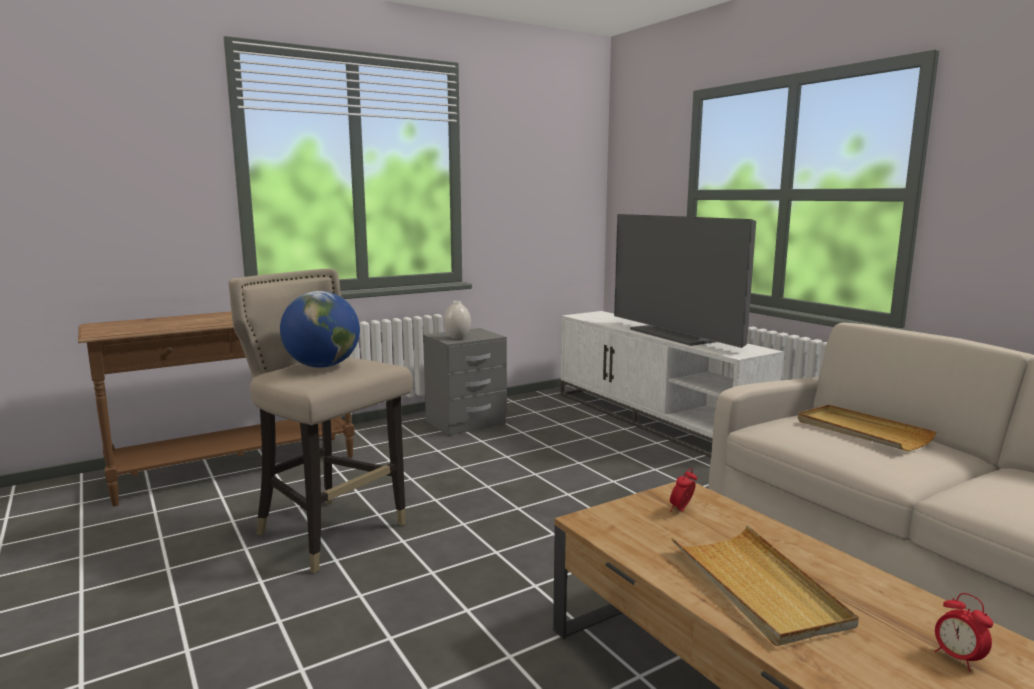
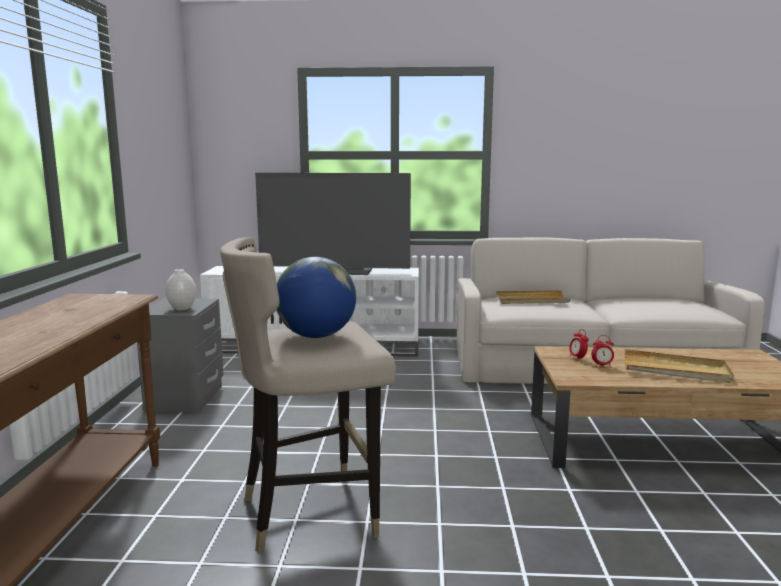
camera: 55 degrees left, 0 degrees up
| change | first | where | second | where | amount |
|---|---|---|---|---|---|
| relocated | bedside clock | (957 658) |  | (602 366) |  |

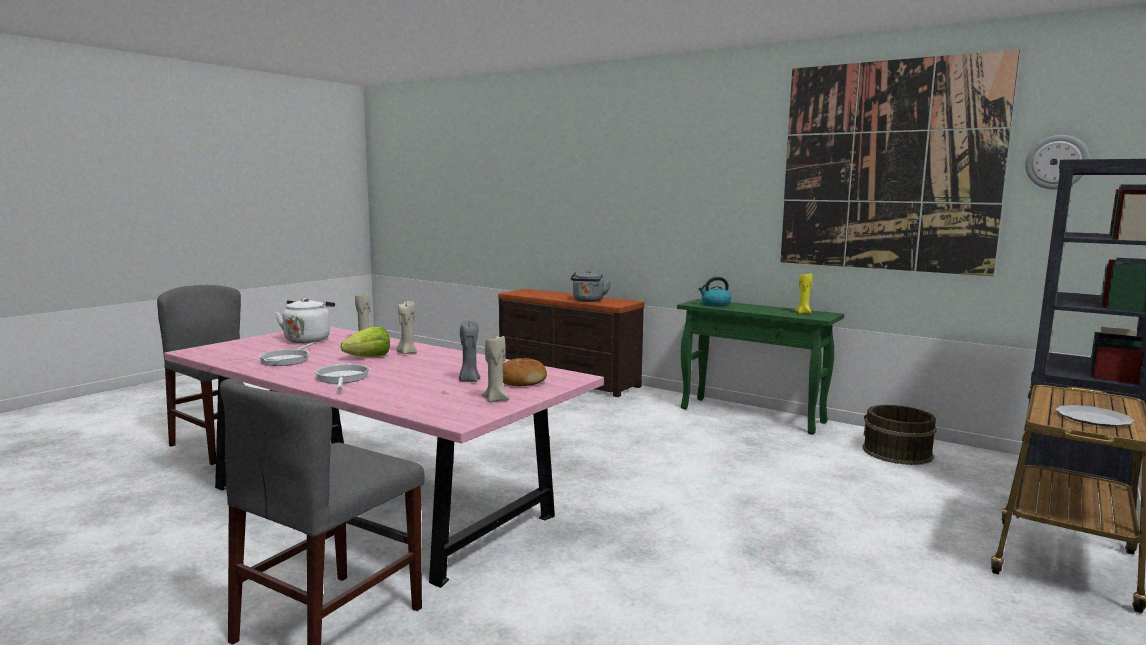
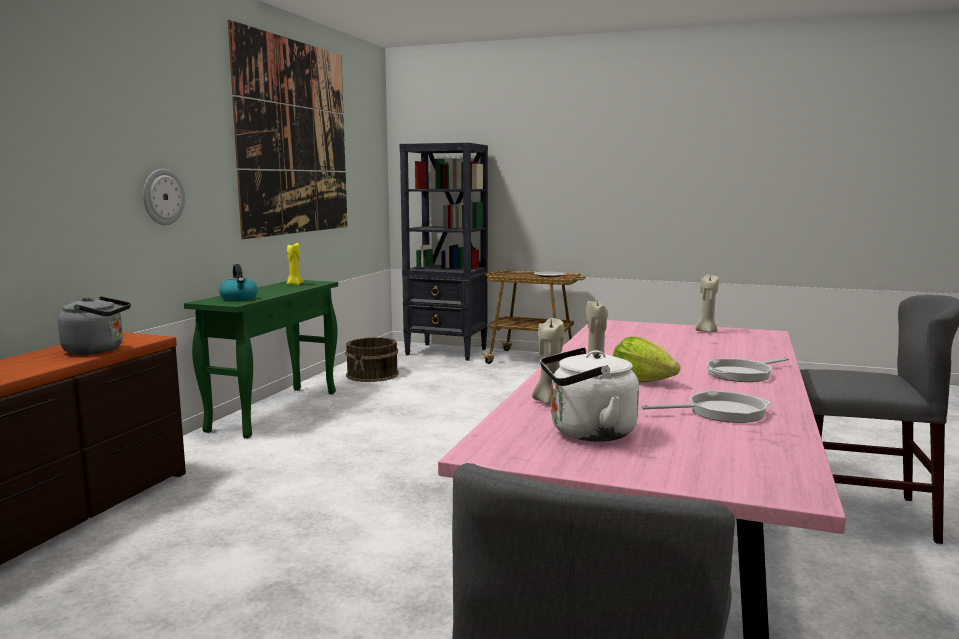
camera: 105 degrees left, 0 degrees up
| change | first | where | second | where | amount |
|---|---|---|---|---|---|
| missing | grey candle | (469 380) |  |  |  |
| missing | bakery bread | (522 381) |  |  |  |
| relocated | wall clock | (1056 162) |  | (162 197) |  |

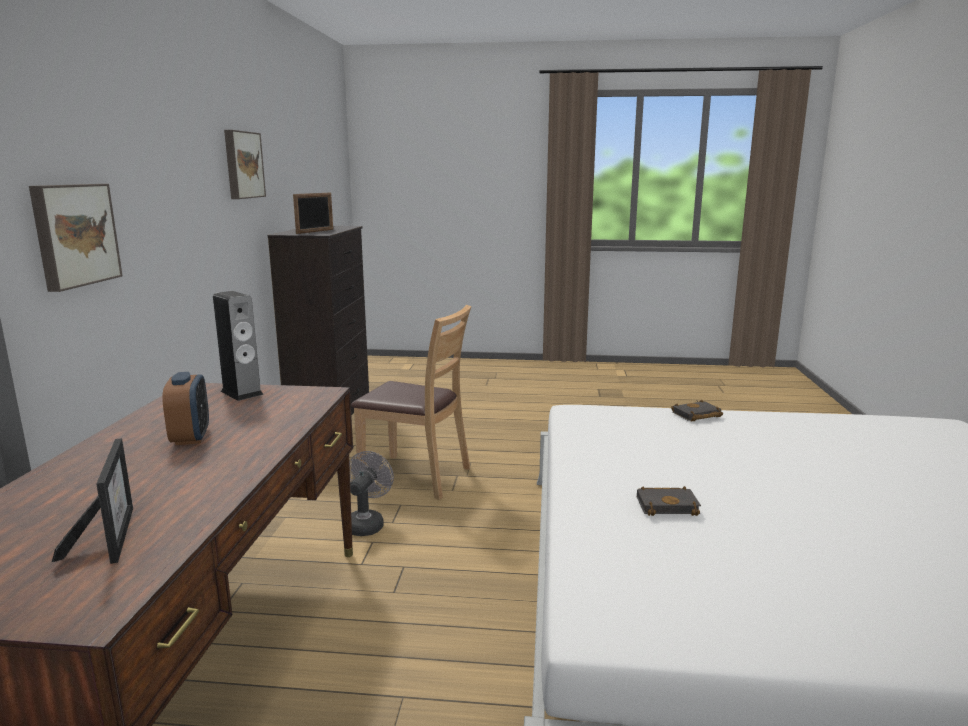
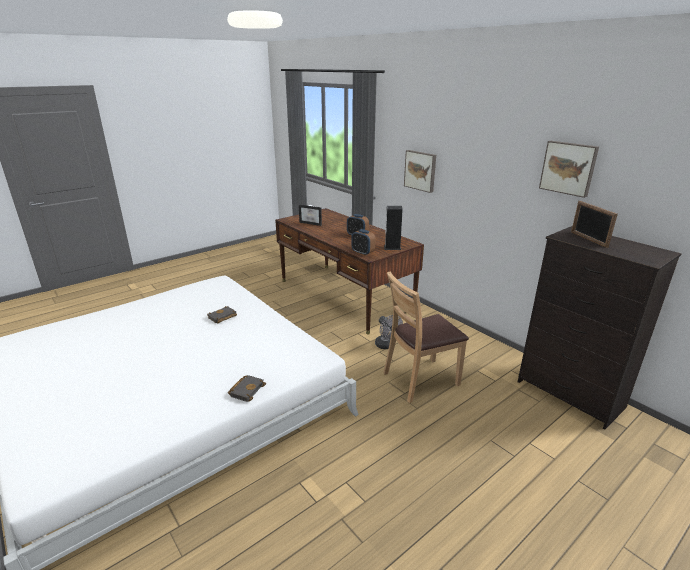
camera: 135 degrees right, 10 degrees up
| change | first | where | second | where | amount |
|---|---|---|---|---|---|
| appeared |  |  | bedside clock | (362 253) |  |

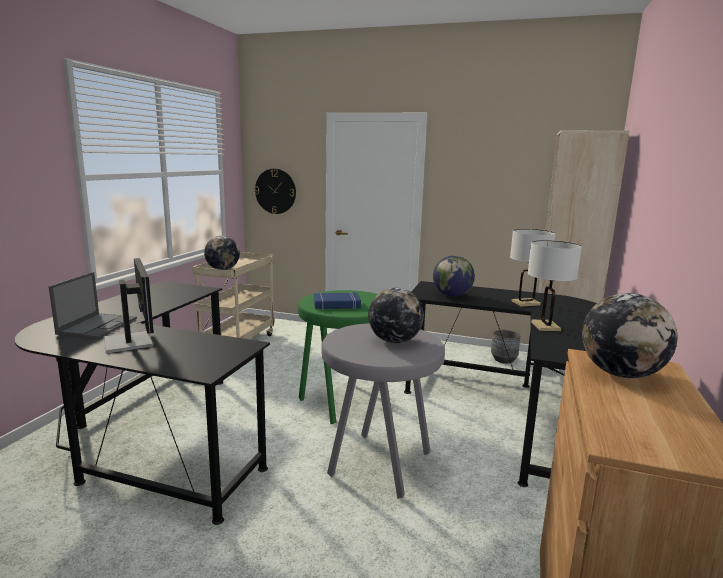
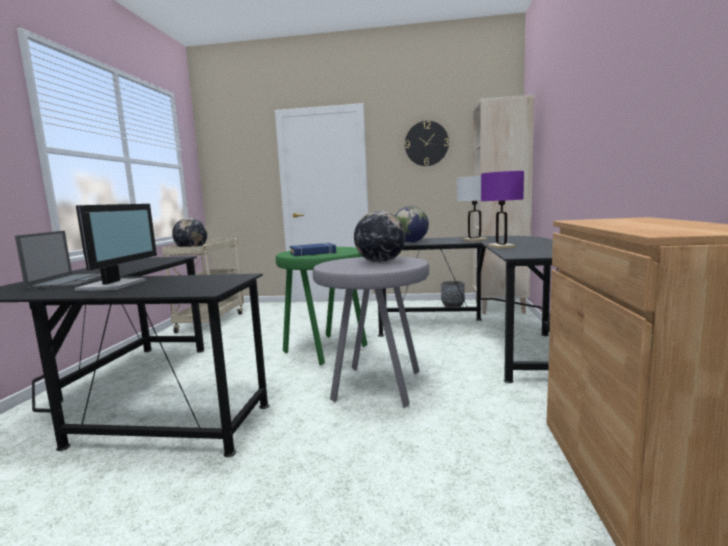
camera: 10 degrees left, 5 degrees down
| change | first | where | second | where | amount |
|---|---|---|---|---|---|
| spun | computer screen | (131 342) |  | (115 285) | 45 degrees clockwise |
| relocated | wall clock | (275 191) |  | (426 143) |  |
| colour | white-coloured table lamp | (545 326) | purple table lamp | (501 246) |  |
| missing | desk globe | (621 374) |  |  |  |

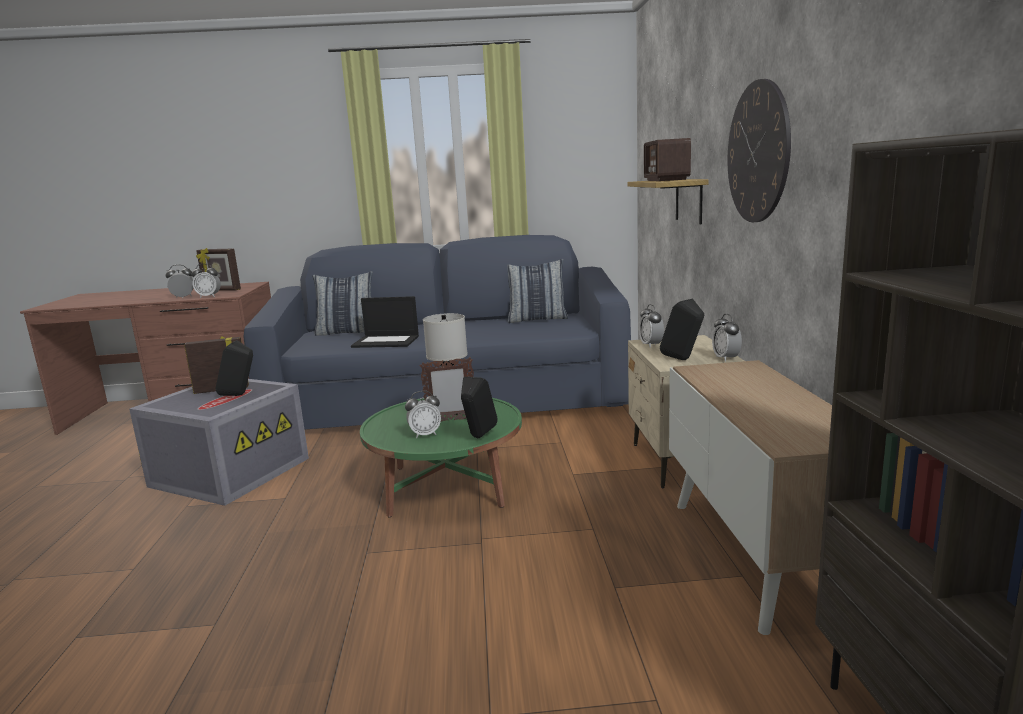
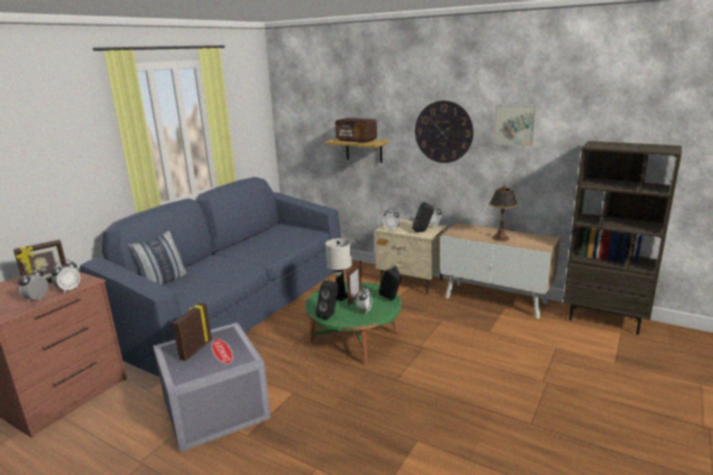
camera: 55 degrees left, 5 degrees up
| change | first | where | second | where | amount |
|---|---|---|---|---|---|
| relocated | black-coloured speaker | (240 395) |  | (329 315) |  |
| missing | notebook computer | (386 341) |  |  |  |
| missing | cushion | (537 319) |  |  |  |
| appeared |  |  | table lamp | (500 238) |  |
| appeared |  |  | picture | (515 125) |  |

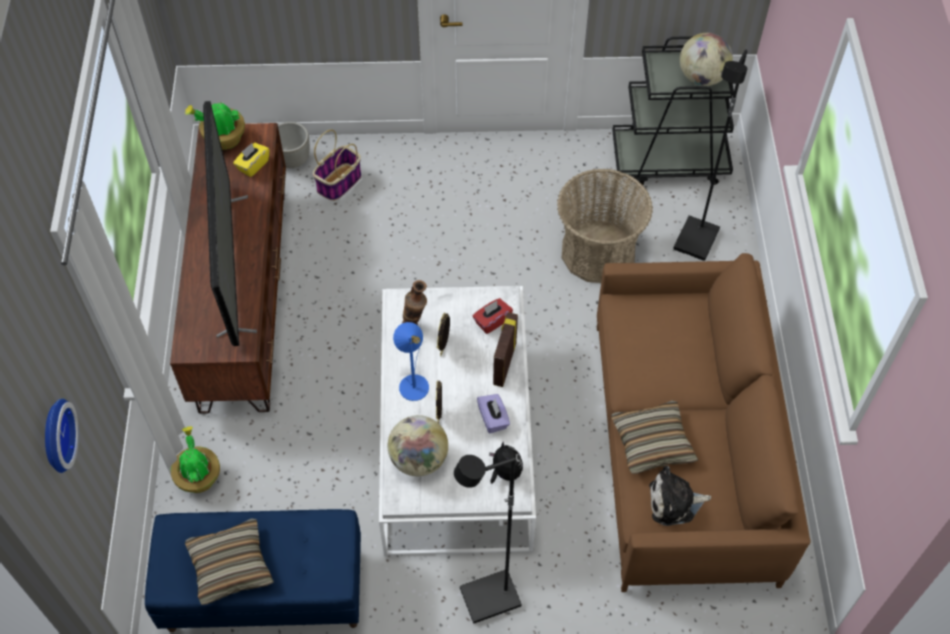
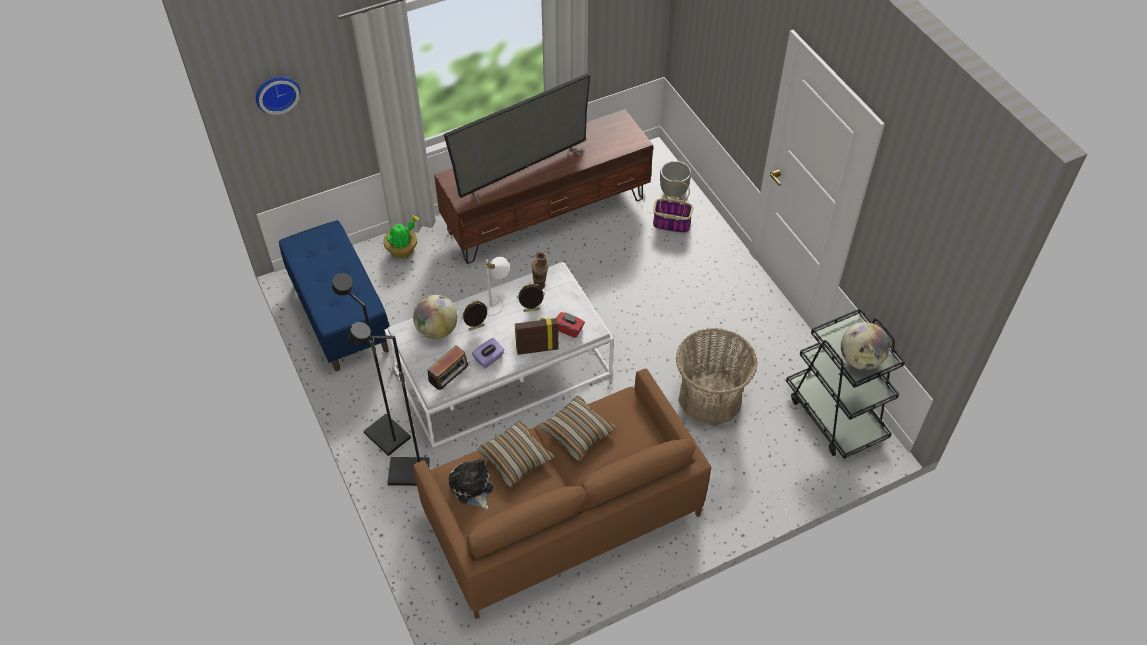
camera: 65 degrees right, 5 degrees down
| change | first | where | second | where | amount |
|---|---|---|---|---|---|
| missing | houseplant | (223 139) |  |  |  |
| relocated | cushion | (230 566) |  | (577 432) |  |
| missing | yellow box of tissues | (253 165) |  |  |  |
| colour | blue-coloured table lamp | (413 382) | white-coloured table lamp | (495 304) |  |
| exchanged | cuddly toy | (505 472) | radio | (450 380) |  |
| relocated | black-coloured standard lamp | (697 241) |  | (408 474) |  |

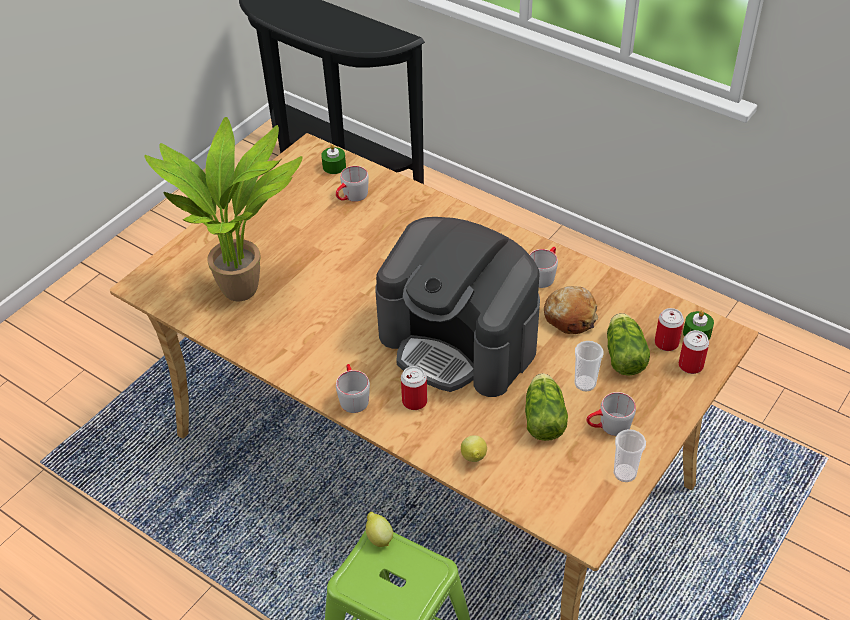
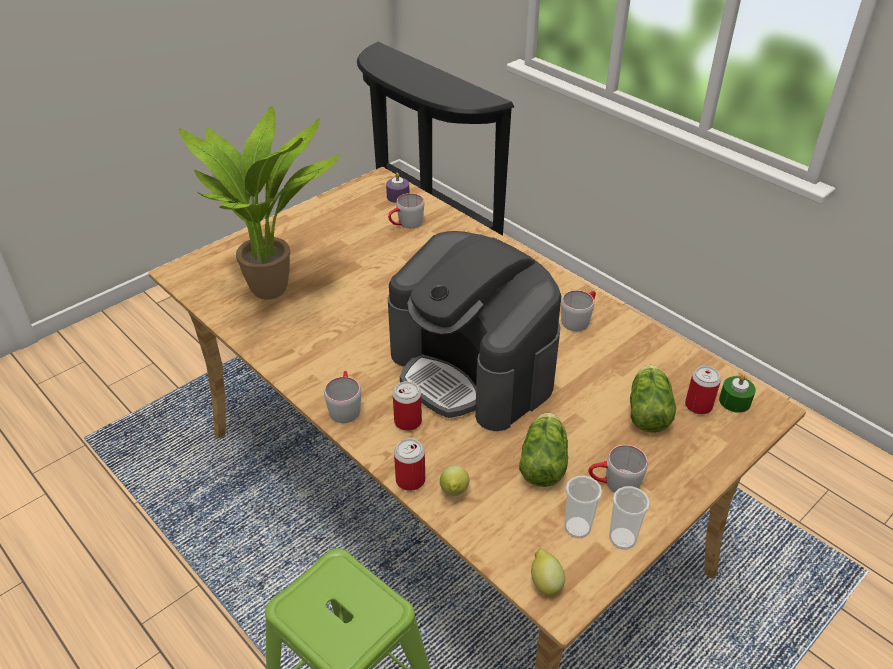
camera: 10 degrees right, 5 degrees down
| change | first | where | second | where | amount |
|---|---|---|---|---|---|
| colour | greenish candle | (334 166) | purple candle | (398 196) |  |
| relocated | citrus fruit | (378 537) |  | (545 583) |  |
| missing | bakery bread | (570 317) |  |  |  |
| relocated | drinking cup | (585 383) |  | (577 527) |  |
| relocated | can | (690 365) |  | (410 480) |  |

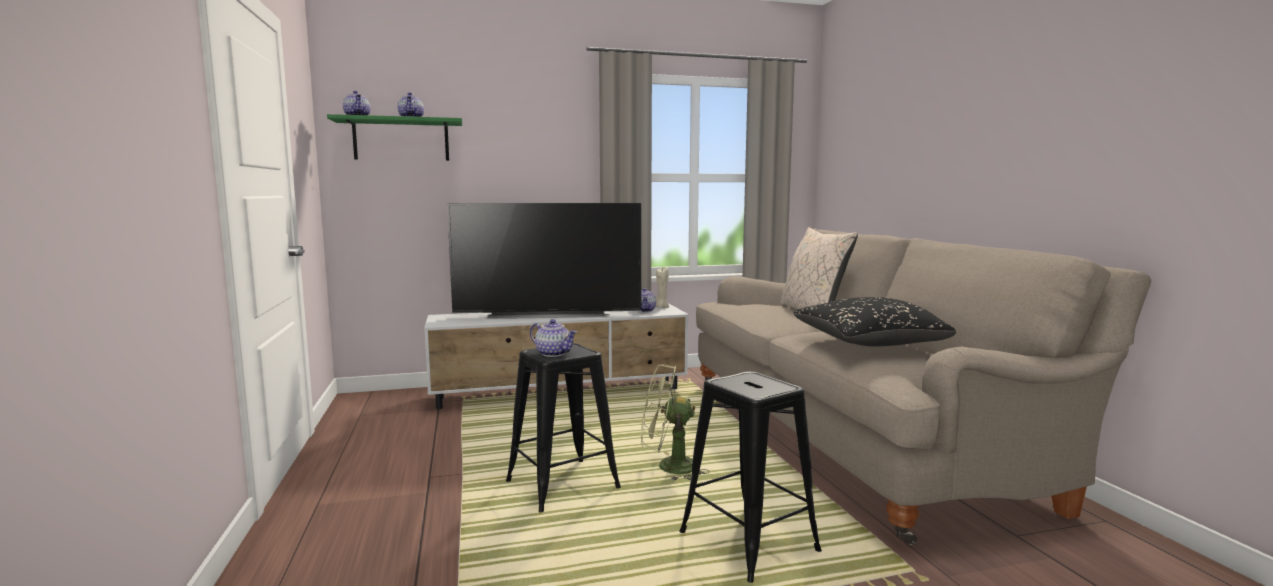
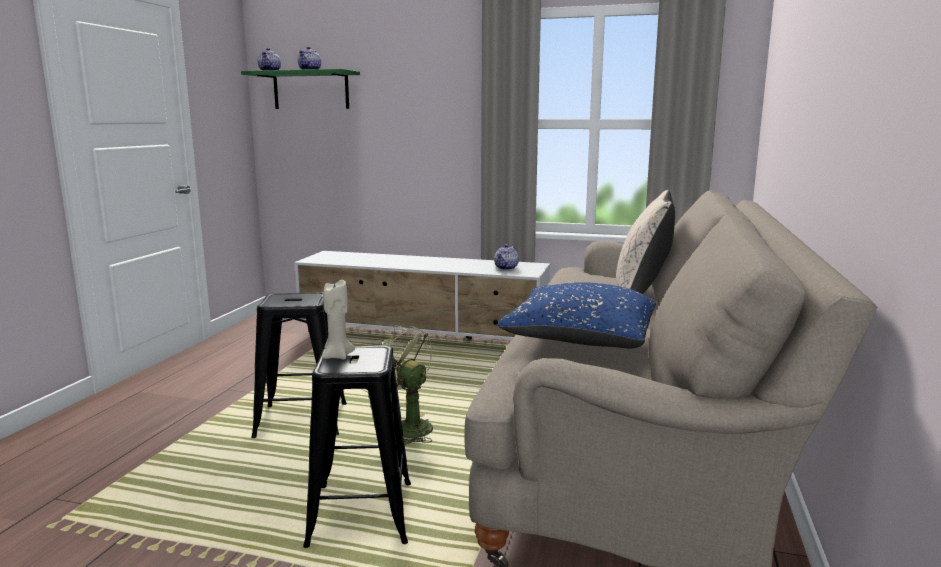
camera: 30 degrees right, 5 degrees up
| change | first | where | second | where | amount |
|---|---|---|---|---|---|
| missing | TV set | (548 314) |  |  |  |
| missing | pot for tea | (554 353) |  |  |  |
| relocated | beige-coloured candle | (661 307) |  | (337 356) |  |
| colour | black-coloured cushion | (868 345) | blue-coloured cushion | (580 340) |  |

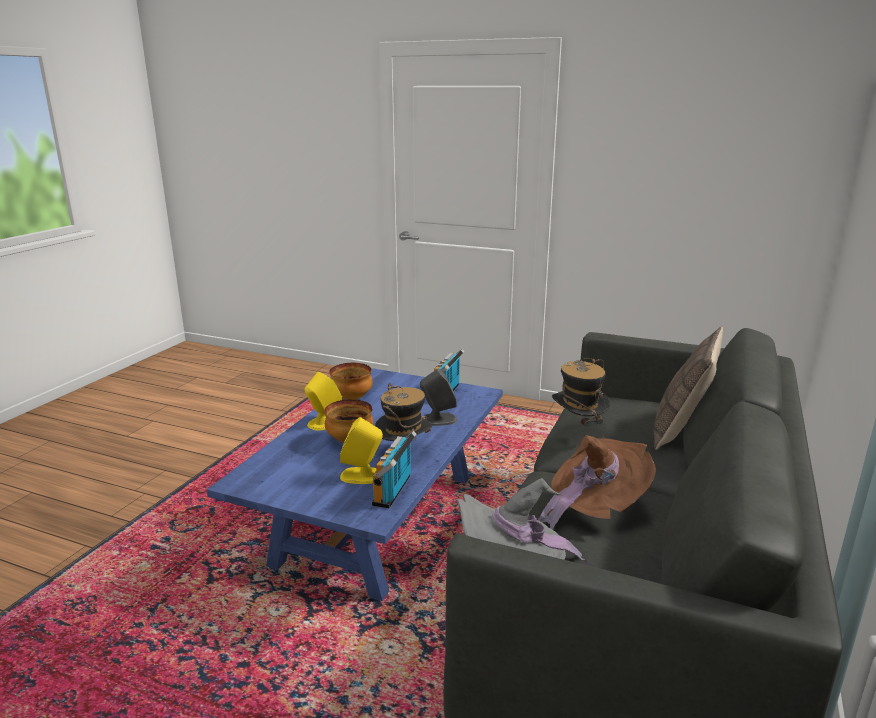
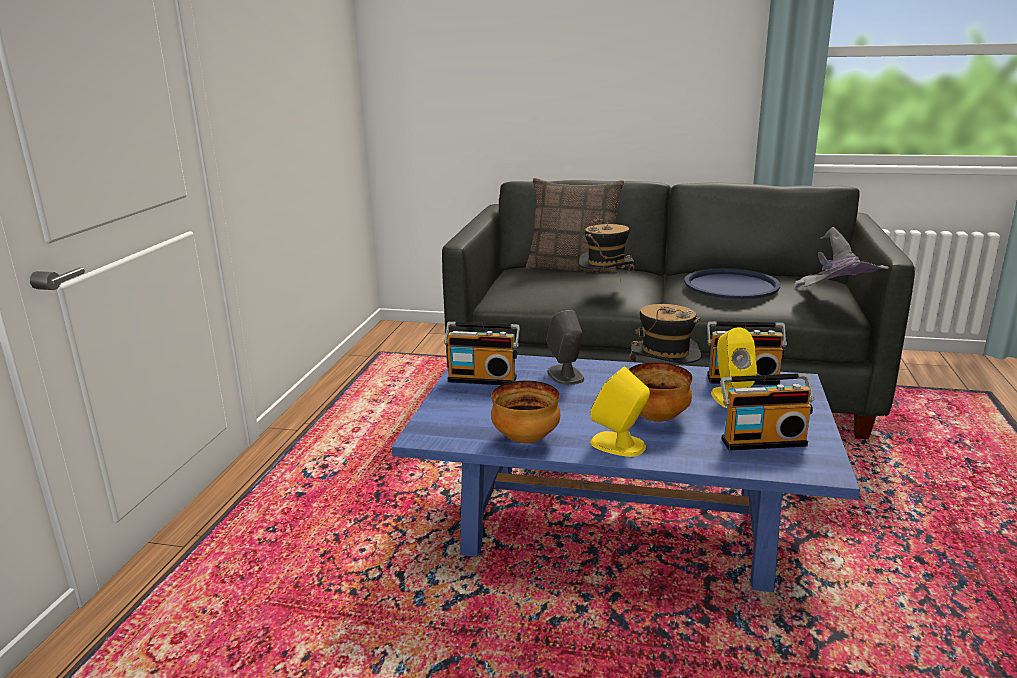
camera: 100 degrees left, 0 degrees up
| change | first | where | second | where | amount |
|---|---|---|---|---|---|
| exchanged | brown hat | (593 508) | blue-coloured tray | (731 285) |  |
| appeared |  |  | radio | (762 440) |  |

